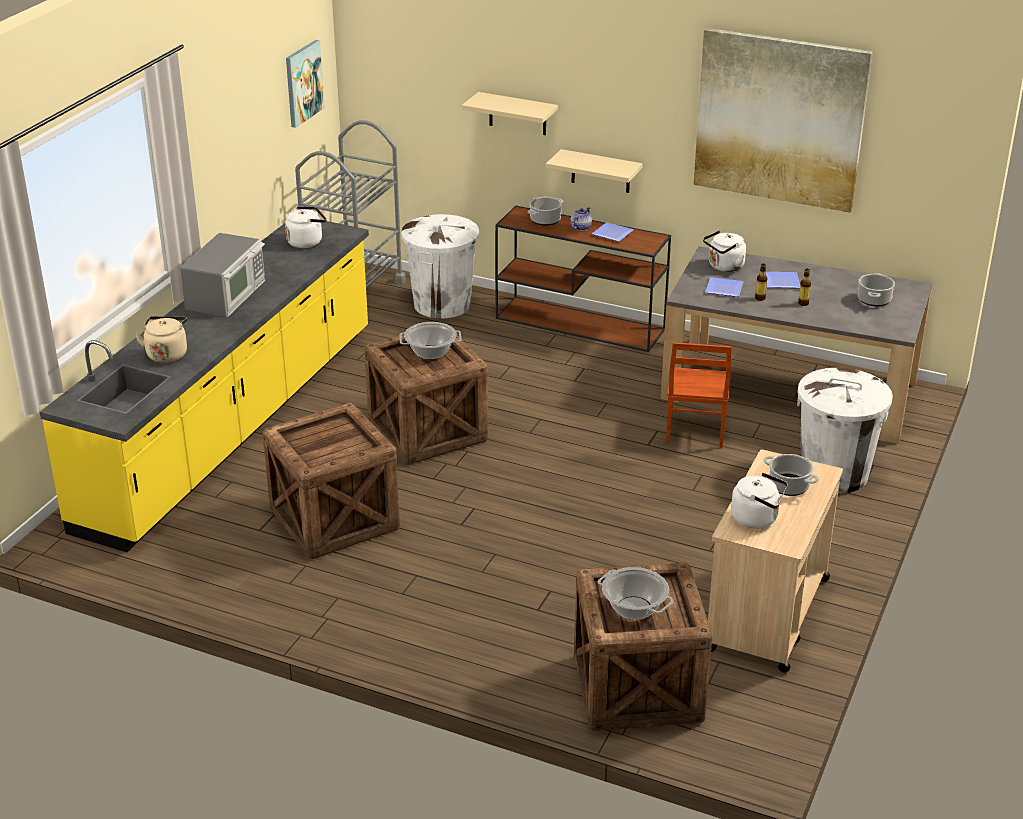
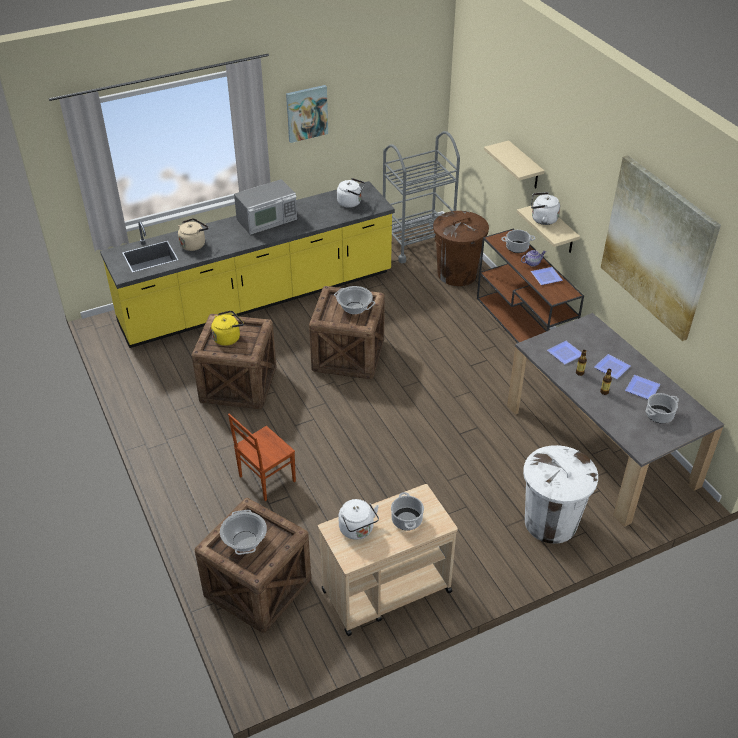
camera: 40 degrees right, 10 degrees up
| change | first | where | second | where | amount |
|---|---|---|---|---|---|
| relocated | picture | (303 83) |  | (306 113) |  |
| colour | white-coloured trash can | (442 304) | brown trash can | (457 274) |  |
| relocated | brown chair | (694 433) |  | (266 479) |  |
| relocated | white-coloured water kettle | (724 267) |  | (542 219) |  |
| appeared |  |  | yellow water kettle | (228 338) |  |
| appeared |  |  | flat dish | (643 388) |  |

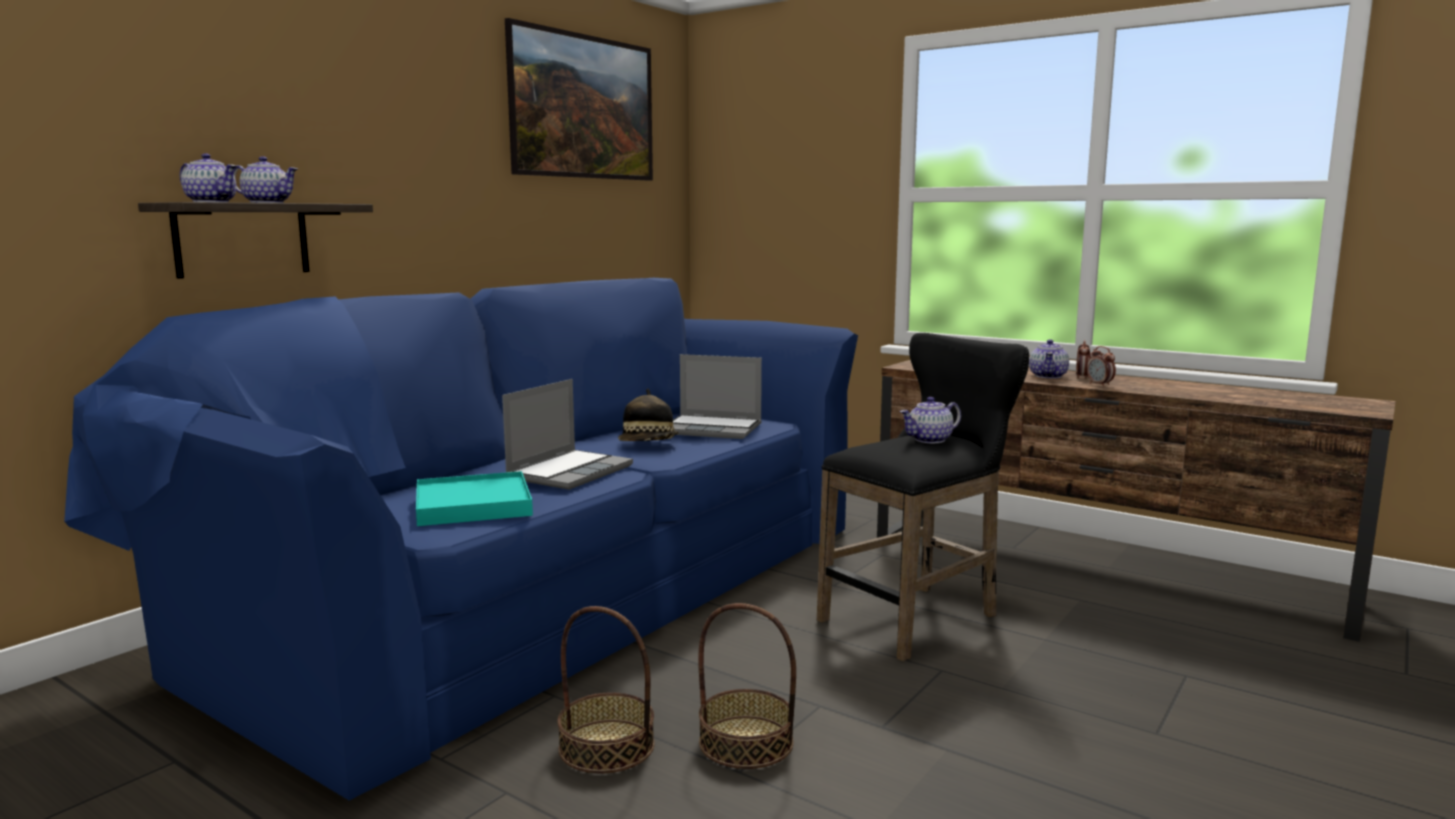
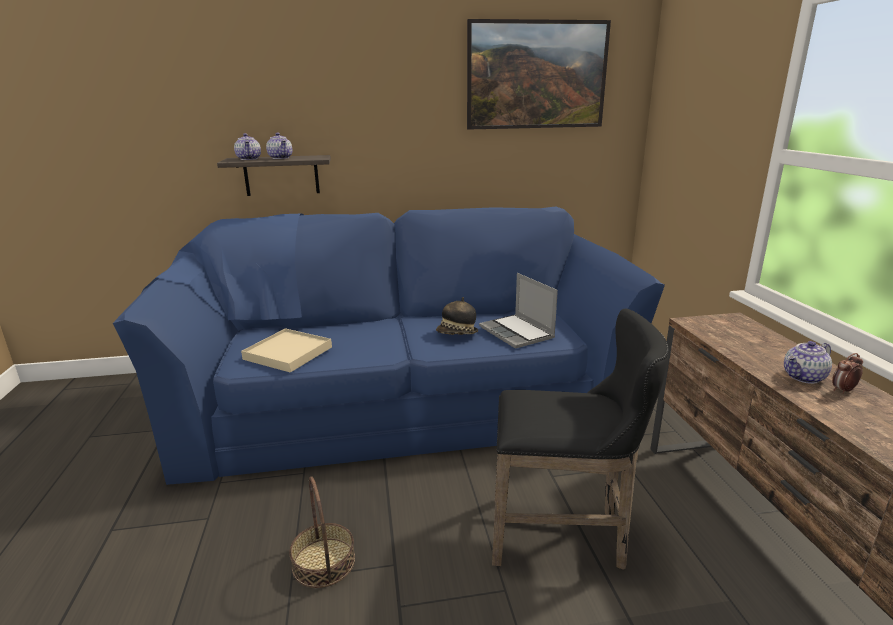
camera: 45 degrees right, 10 degrees up
| change | first | where | second | where | amount |
|---|---|---|---|---|---|
| colour | turquoise-coloured tray | (473 505) | beige-coloured tray | (288 353) |  |
| missing | notebook computer | (570 471) |  |  |  |
| missing | basket | (607 746) |  |  |  |
| missing | pot for tea | (929 440) |  |  |  |
| missing | bedside clock | (1100 385) |  |  |  |

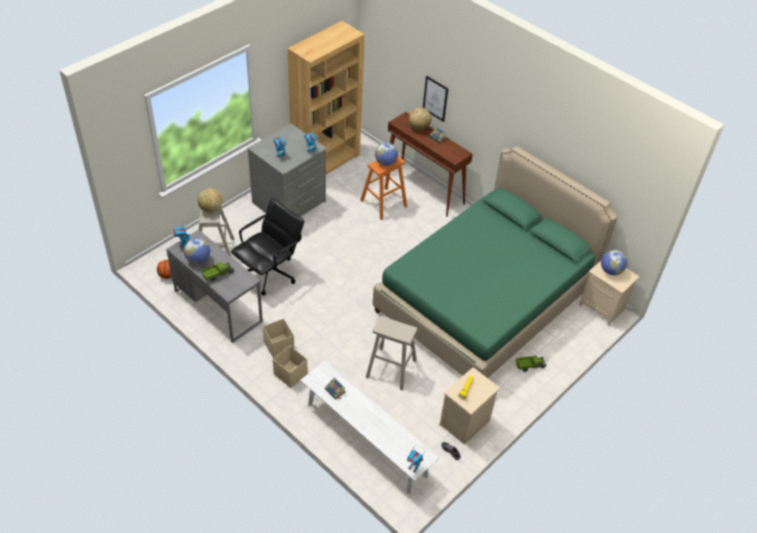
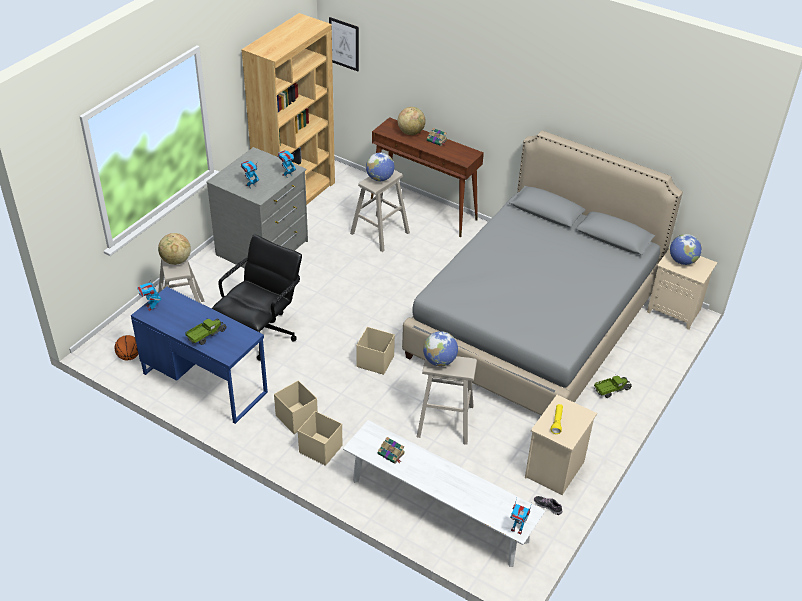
camera: 10 degrees left, 5 degrees down
| change | first | where | second | where | amount |
|---|---|---|---|---|---|
| colour | grey desk unit | (218 306) | blue-coloured desk unit | (205 382) |  |
| relocated | desk globe | (198 259) |  | (439 361) |  |
| colour | orange-coloured stool | (383 203) | beige-coloured stool | (380 233) |  |
| colour | greenish sleeping bed | (484 299) | grey sleeping bed | (534 323) |  |
| relocated | picture | (435 98) |  | (344 44) |  |
| appeared |  |  | beige-coloured storage box | (375 361) |  |

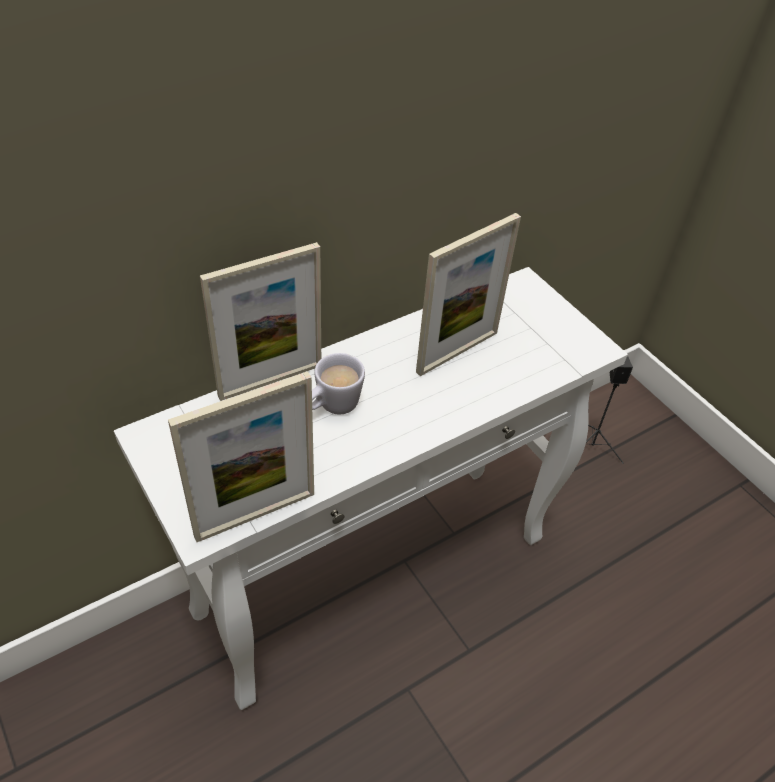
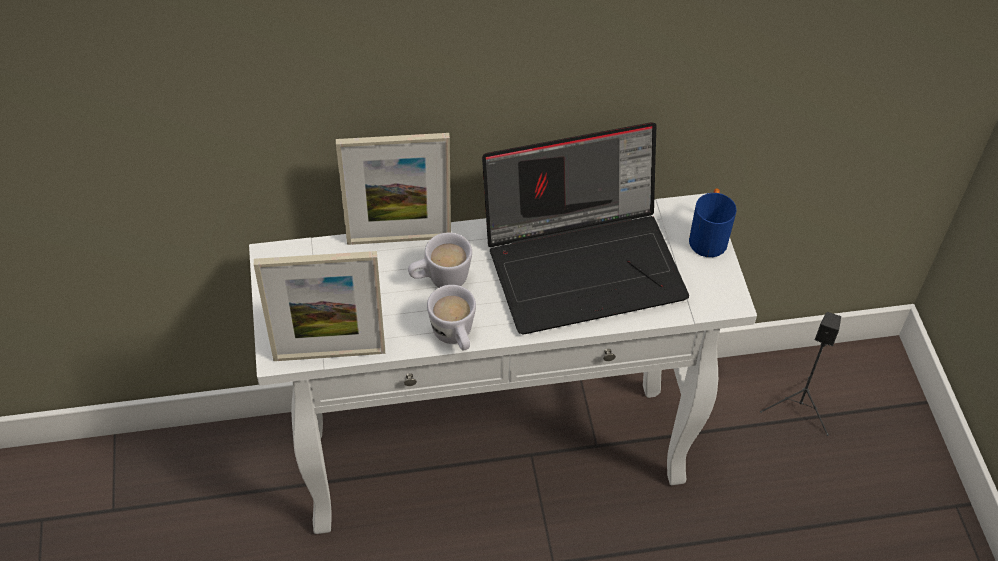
camera: 25 degrees right, 5 degrees up
| change | first | where | second | where | amount |
|---|---|---|---|---|---|
| exchanged | picture frame | (457 352) | notebook computer | (585 262) |  |
| appeared |  |  | white-coloured coffee mug | (455 338) |  |
| appeared |  |  | blue-coloured coffee mug | (708 236) |  |

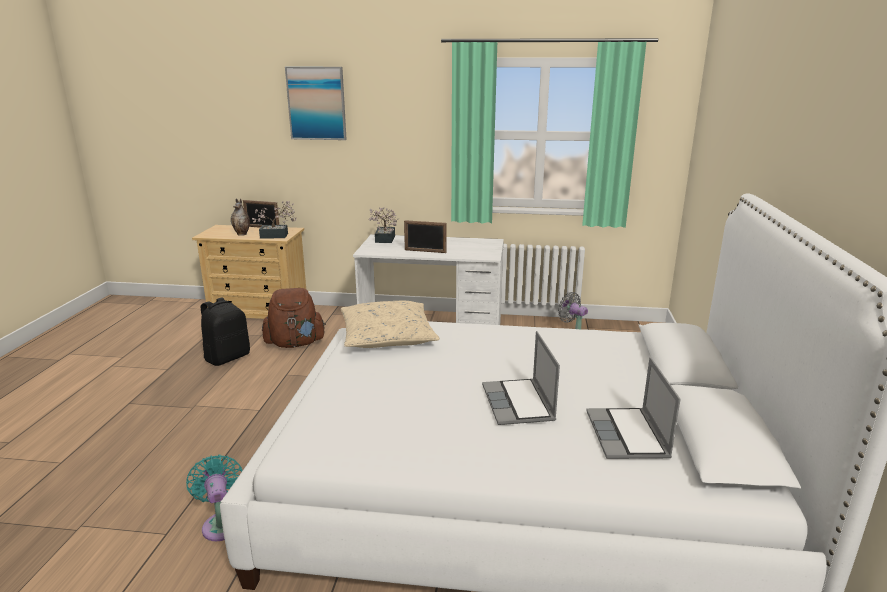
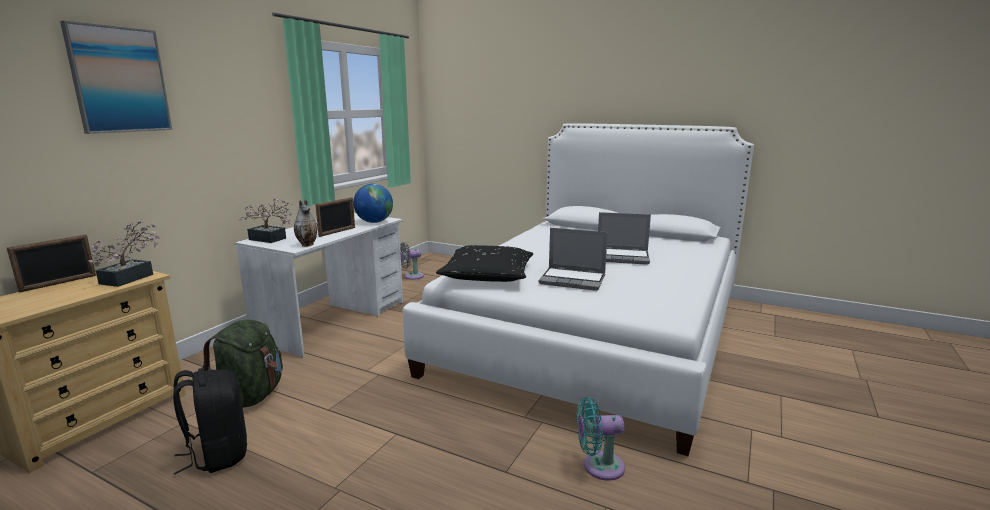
camera: 70 degrees left, 5 degrees down
| change | first | where | second | where | amount |
|---|---|---|---|---|---|
| relocated | vase | (242 234) |  | (308 244) |  |
| colour | brown backpack | (295 343) | greenish backpack | (251 397) |  |
| colour | beige-coloured cushion | (387 336) | black-coloured cushion | (487 275) |  |
| relocated | notebook computer | (628 436) |  | (573 280) |  |
| appeared |  |  | desk globe | (374 222) |  |

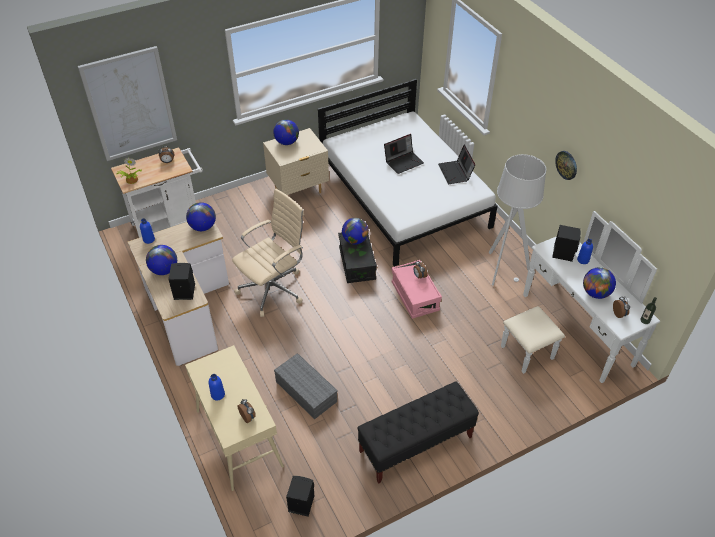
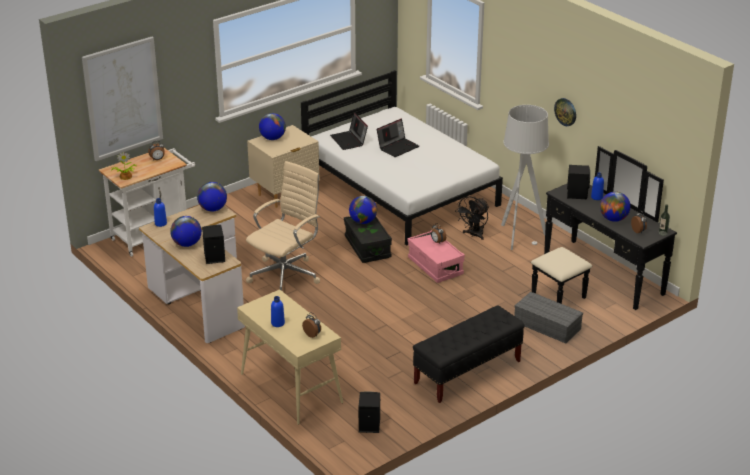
camera: 10 degrees left, 15 degrees down
| change | first | where | second | where | amount |
|---|---|---|---|---|---|
| relocated | grey storage box | (305 391) |  | (546 325) |  |
| relocated | notebook computer | (455 173) |  | (349 140) |  |
| colour | white-coloured dresser | (566 335) | black-coloured dresser | (593 279) |  |
| appeared |  |  | black-coloured electric fan | (473 235) |  |

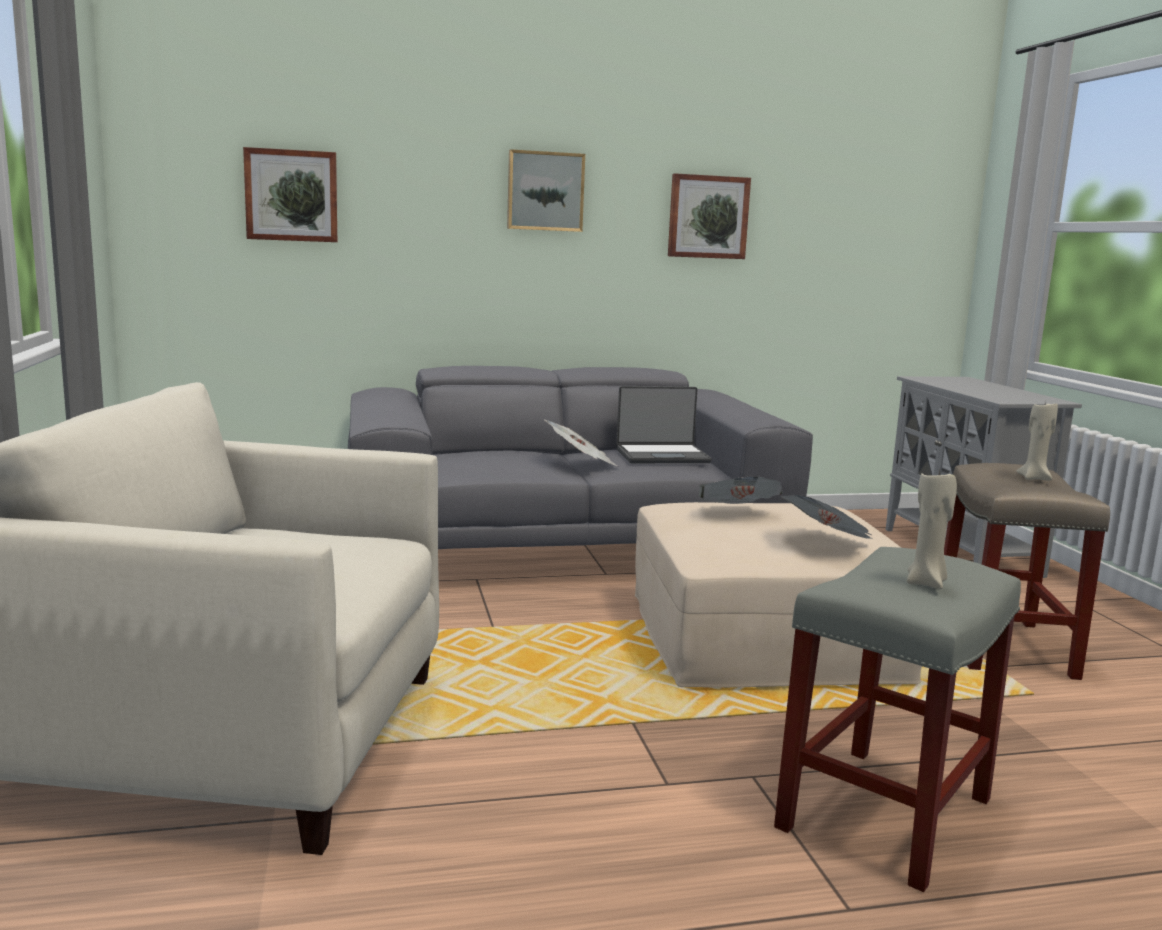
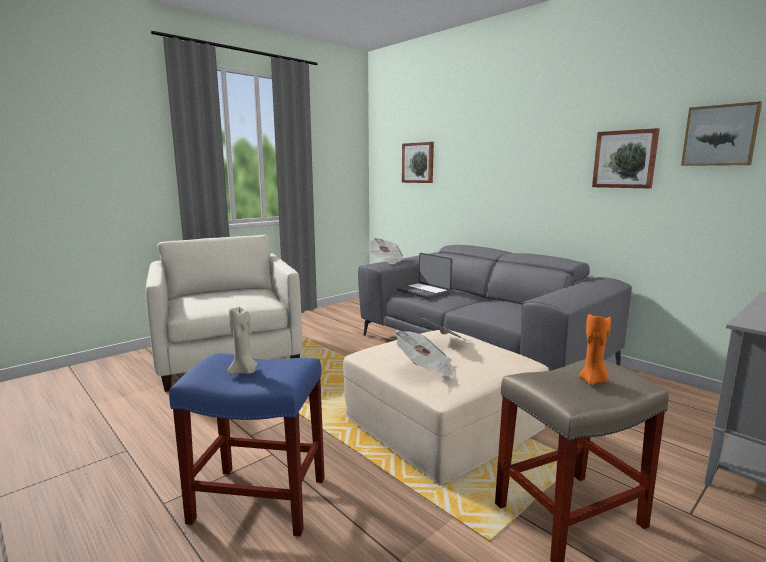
camera: 60 degrees right, 0 degrees up
| change | first | where | second | where | amount |
|---|---|---|---|---|---|
| relocated | picture | (545 191) |  | (720 135) |  |
| relocated | printed paper | (581 463) |  | (386 260) |  |
| relocated | notebook computer | (662 456) |  | (424 291) |  |
| colour | grey stool | (884 815) | blue-coloured stool | (257 500) |  |
| colour | beige-coloured candle | (1034 478) | orange-coloured candle | (593 381) |  |

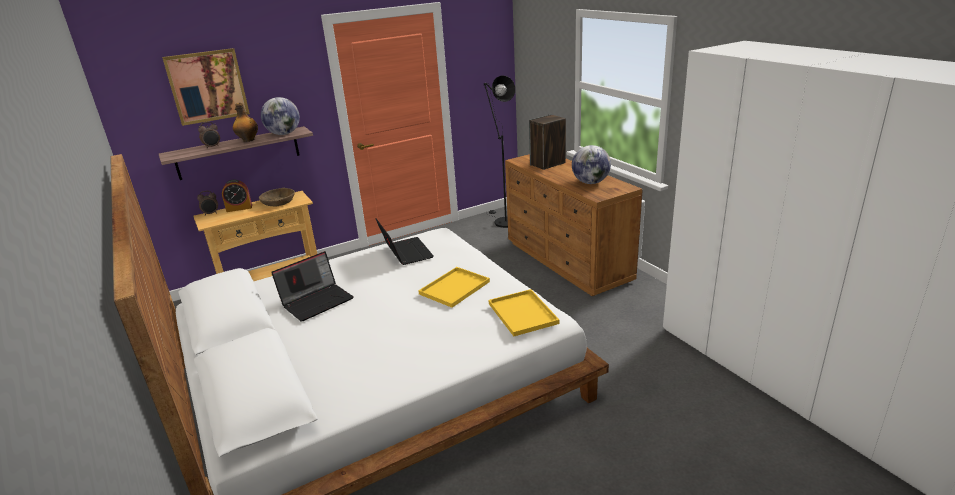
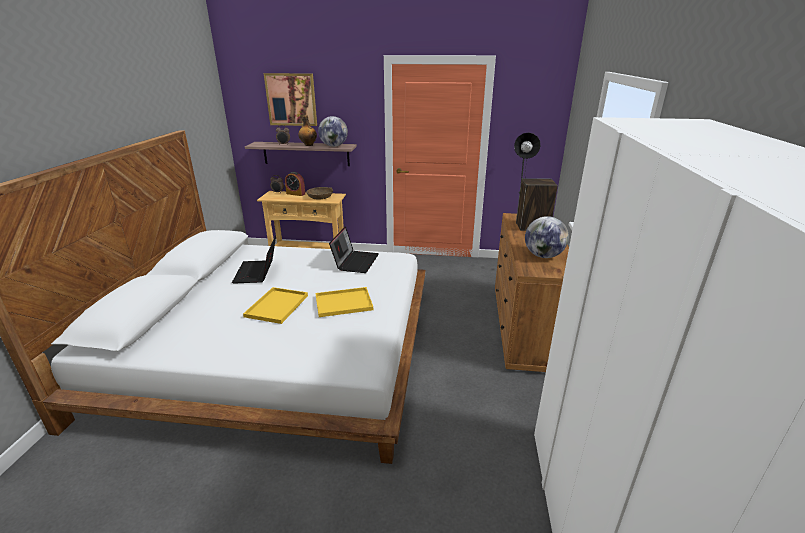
camera: 35 degrees right, 0 degrees up
| change | first | where | second | where | amount |
|---|---|---|---|---|---|
| spun | notebook computer | (317 301) |  | (257 272) | 90 degrees clockwise |
| relocated | yellow tray | (524 314) |  | (277 306) |  |

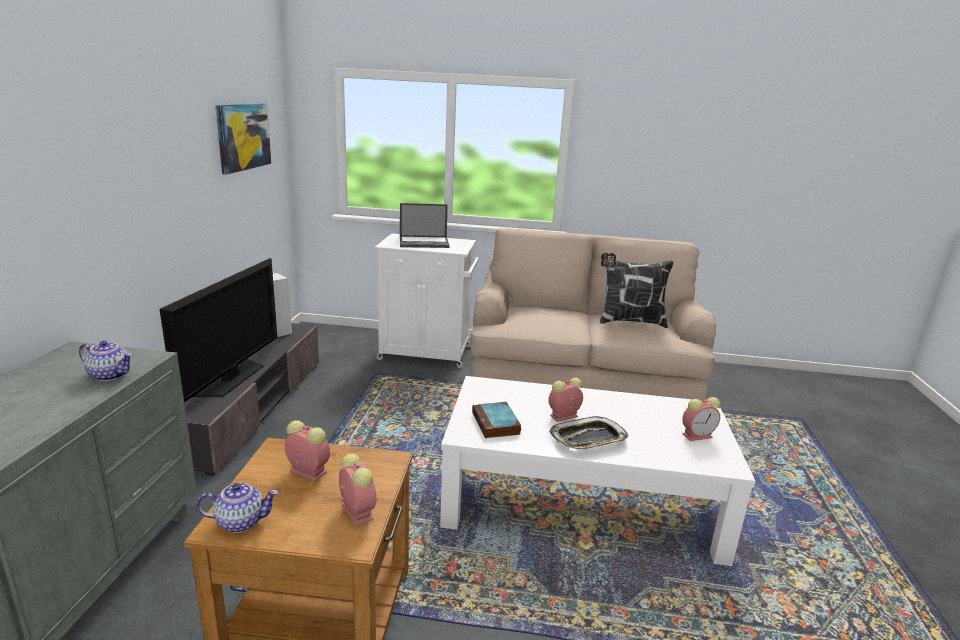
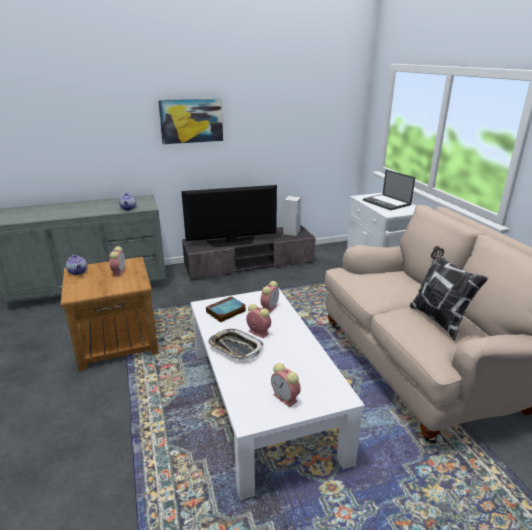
camera: 65 degrees right, 5 degrees up
| change | first | where | second | where | amount |
|---|---|---|---|---|---|
| relocated | picture | (243 137) |  | (191 121) |  |
| relocated | bedside clock | (356 511) |  | (269 307) |  |

